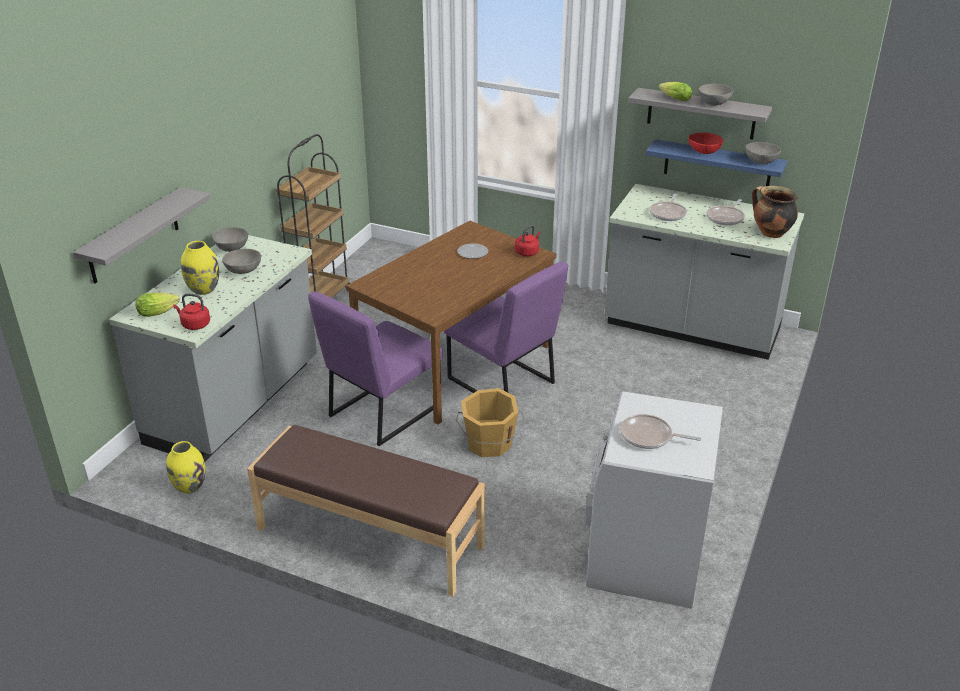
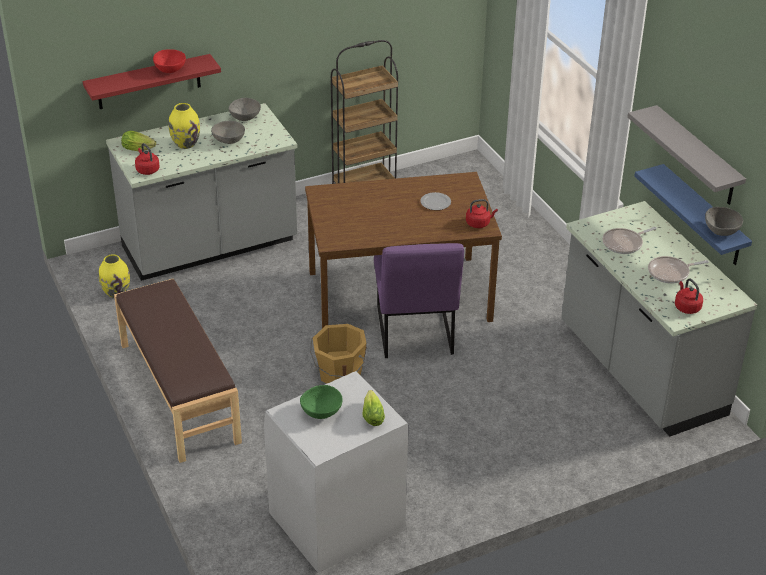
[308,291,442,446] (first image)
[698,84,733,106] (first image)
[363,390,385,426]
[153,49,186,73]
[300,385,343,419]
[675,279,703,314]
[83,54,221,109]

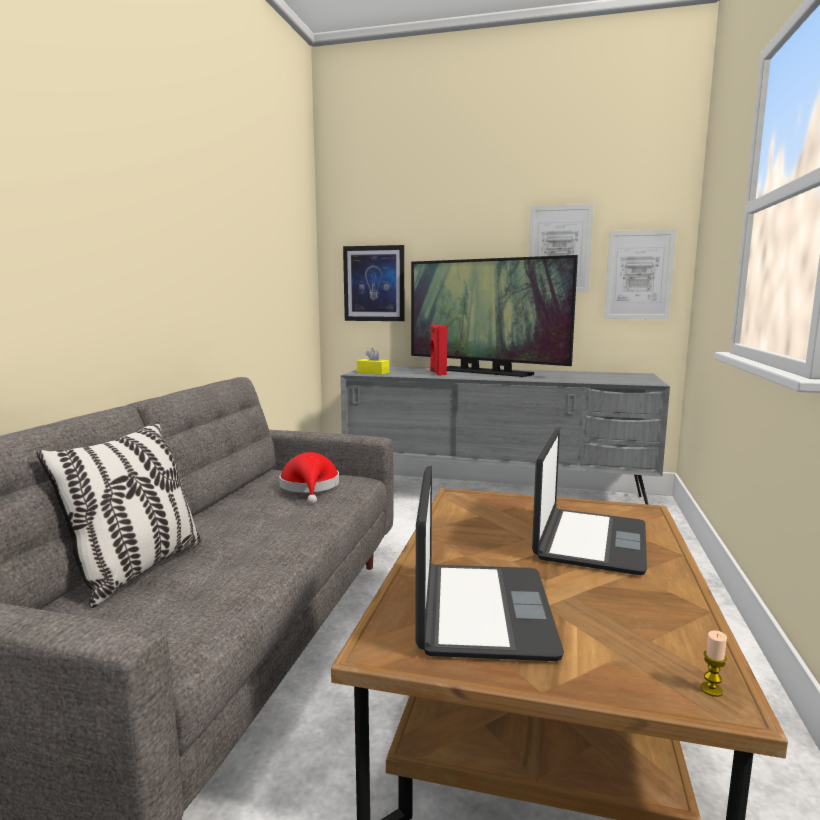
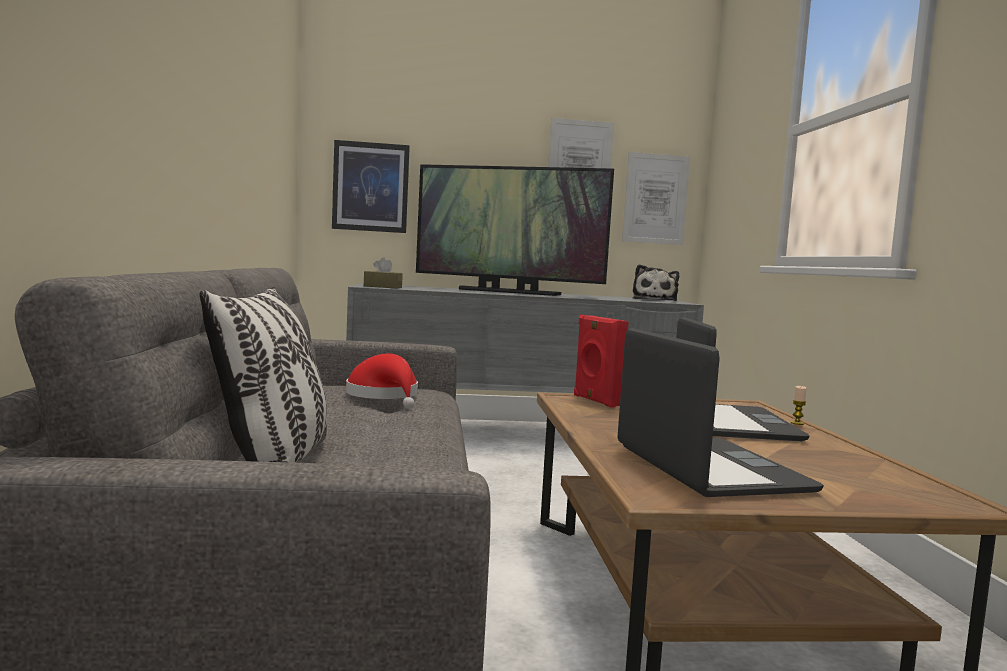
[632,264,679,301]
[574,315,629,407]
[790,386,807,425]
[364,257,403,288]

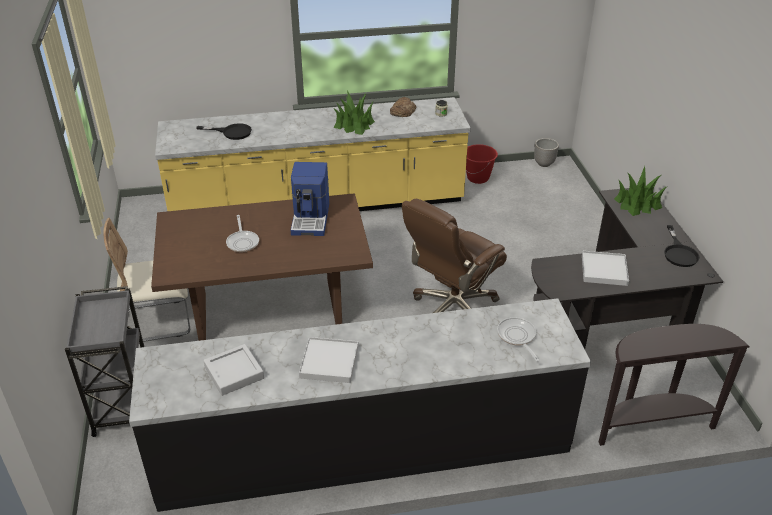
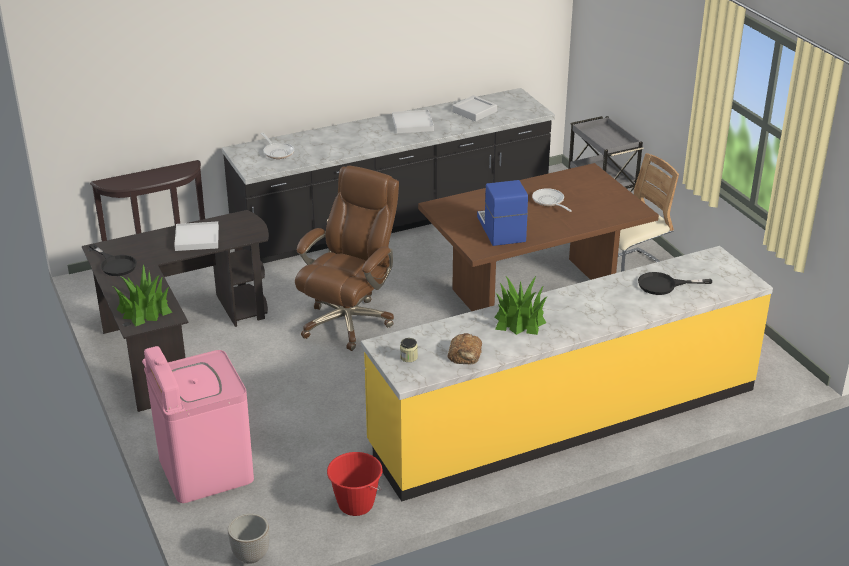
[142,346,254,503]
[89,244,137,276]

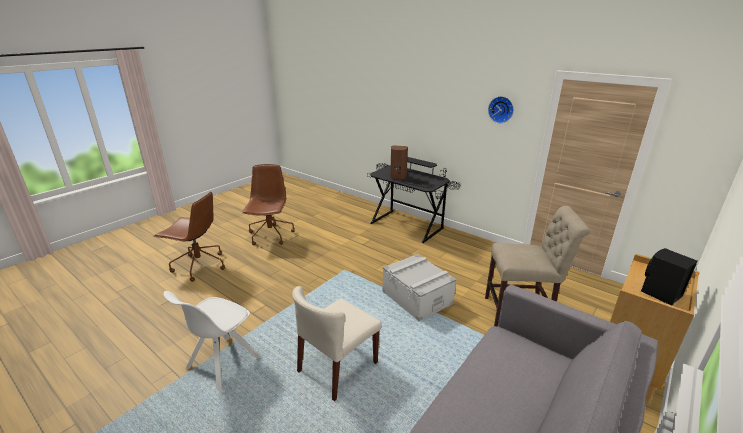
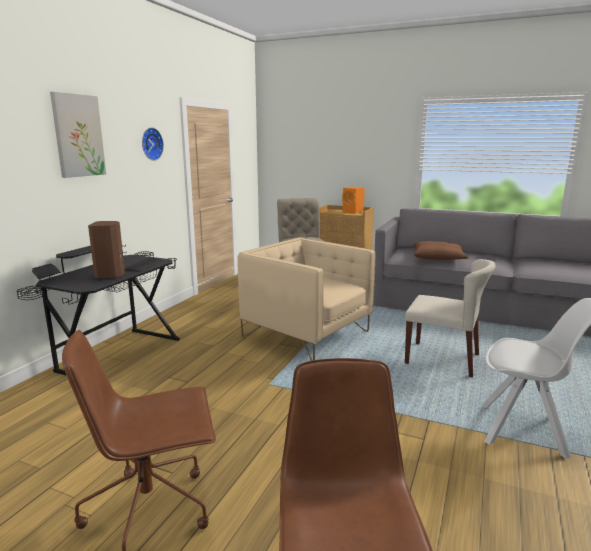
[50,92,106,178]
[414,241,468,260]
[237,238,376,361]
[342,187,365,214]

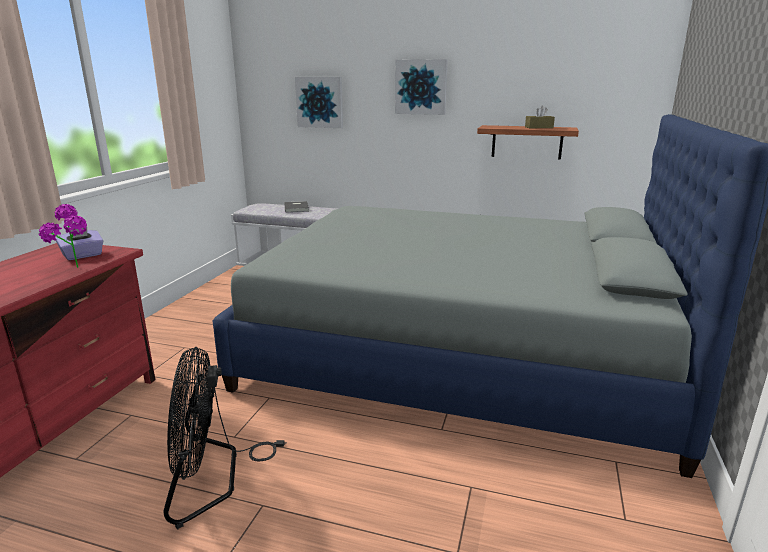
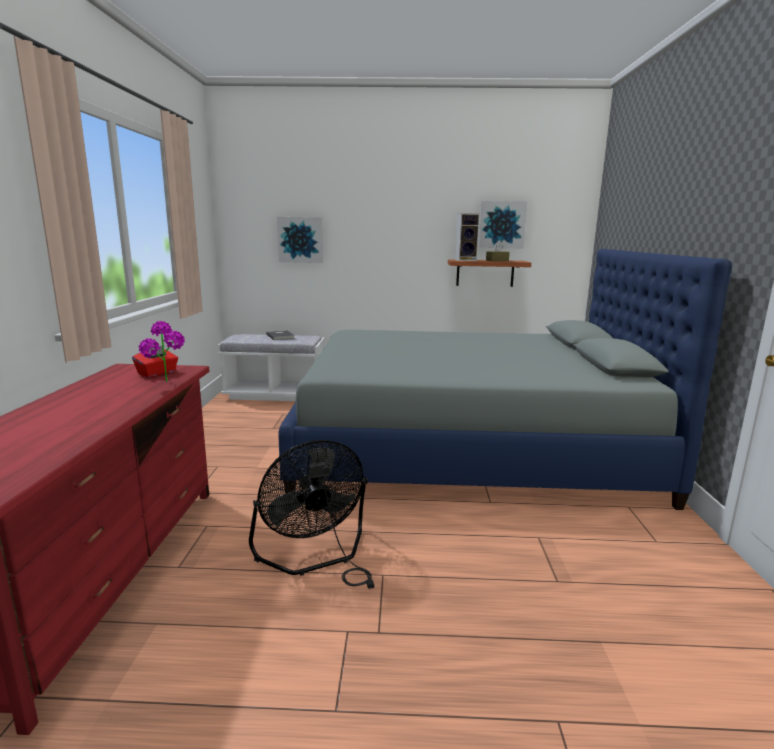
[455,213,480,261]
[478,201,527,248]
[132,346,178,377]
[249,440,374,589]

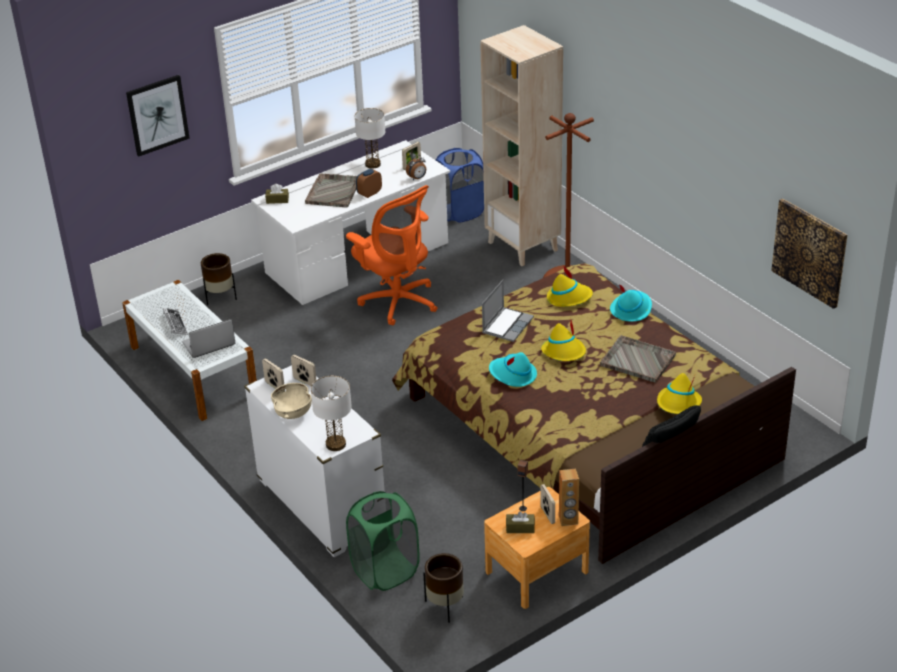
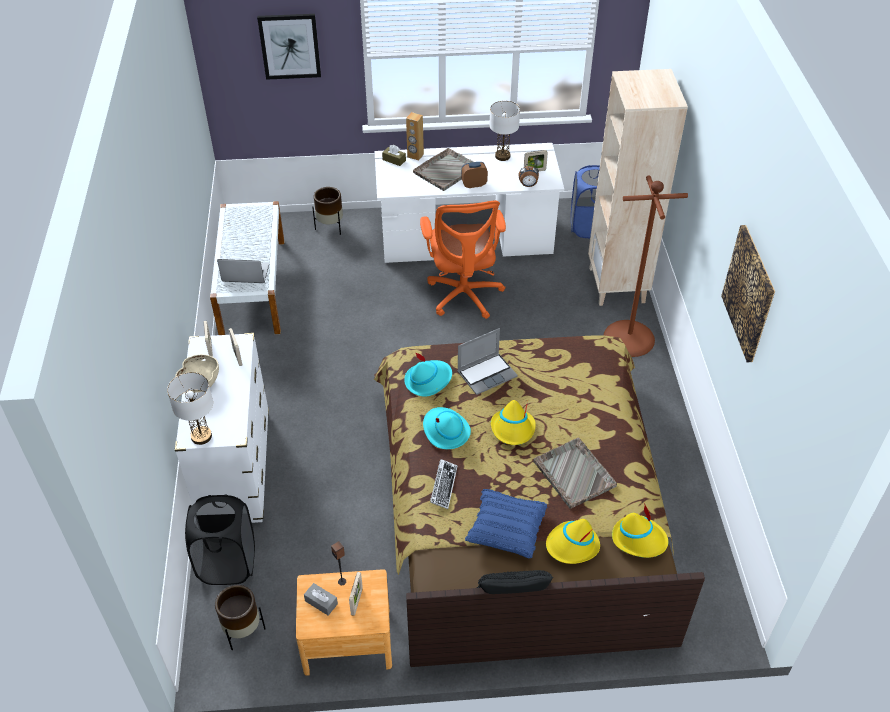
[465,489,547,558]
[430,459,458,509]
[612,503,668,558]
[406,112,424,161]
[404,352,452,397]
[721,225,775,362]
[185,494,255,585]
[304,583,338,616]

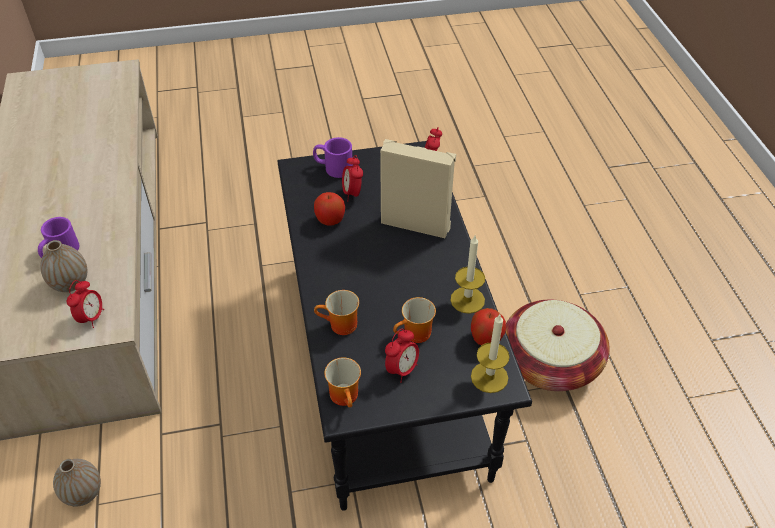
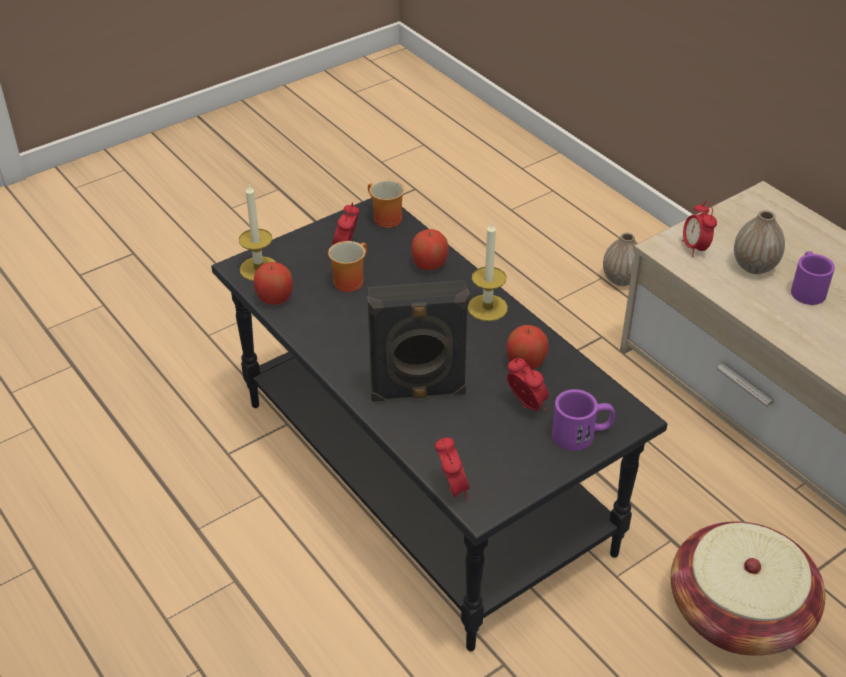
[468,220,508,321]
[671,521,825,656]
[411,229,449,270]
[367,280,469,402]

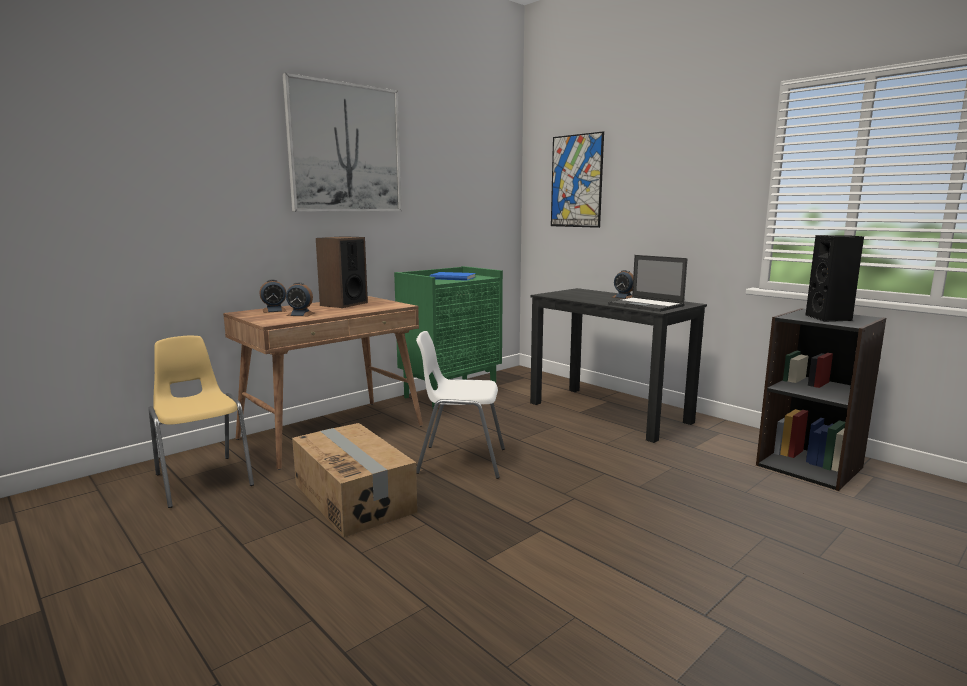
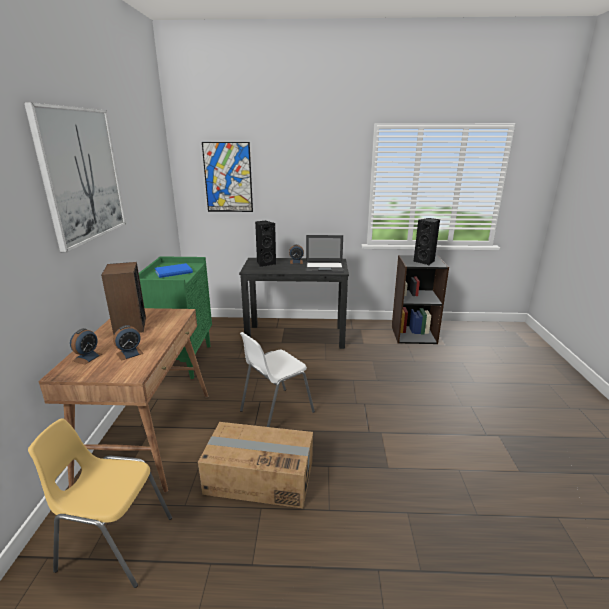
[255,221,276,267]

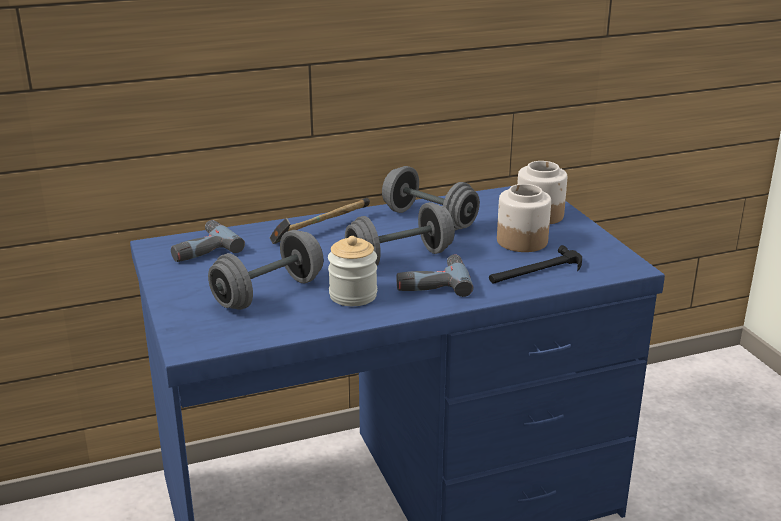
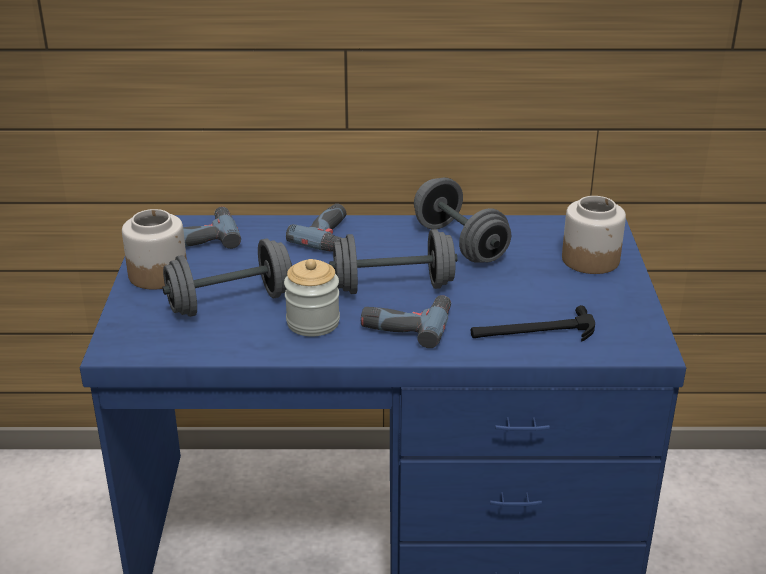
[122,209,187,290]
[286,204,346,252]

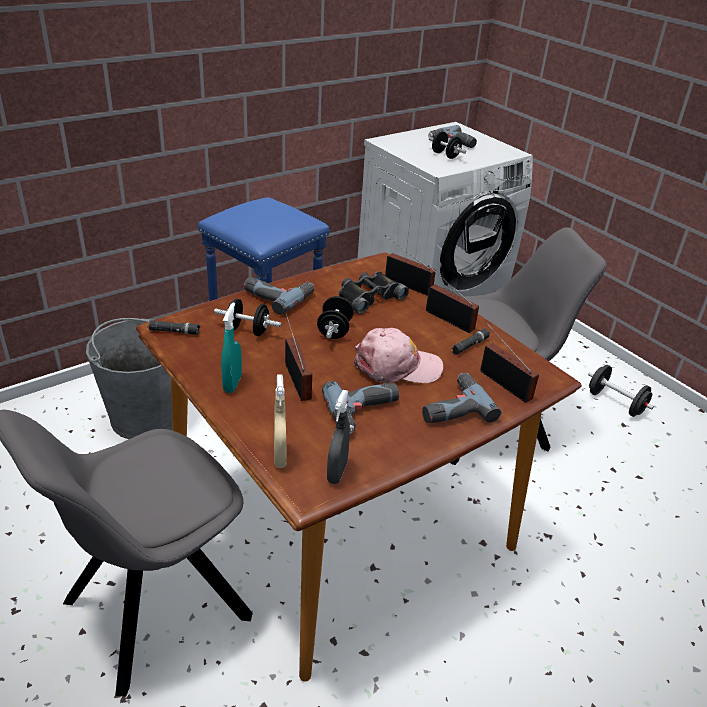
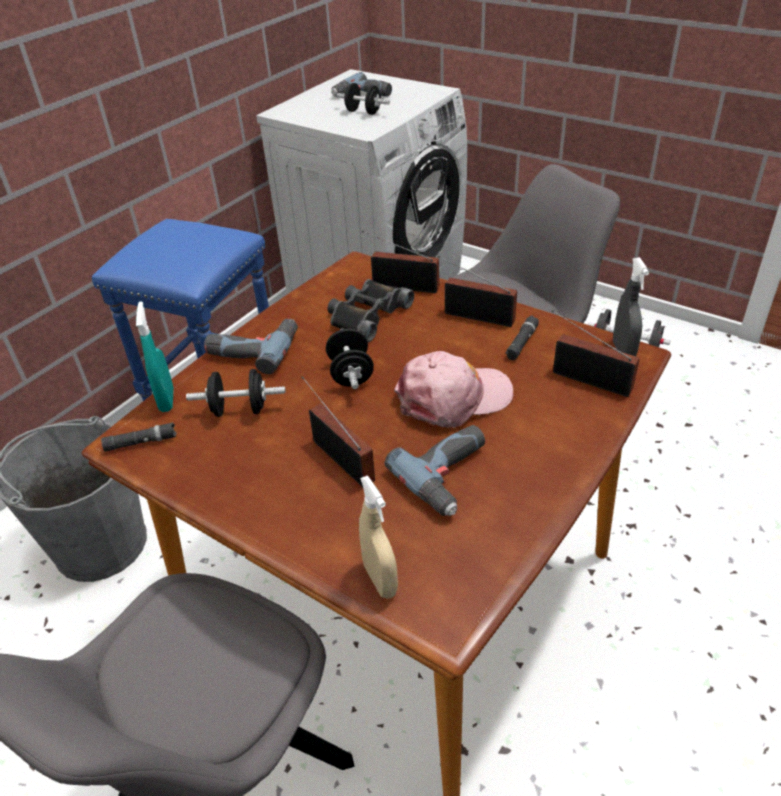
[422,373,501,423] (first image)
[136,302,174,412]
[613,257,649,356]

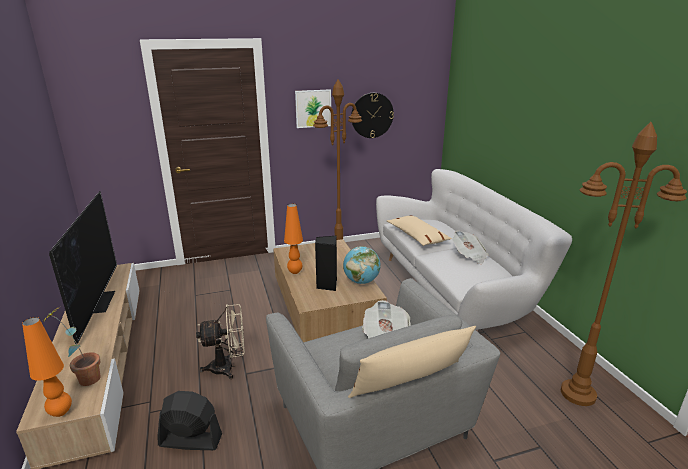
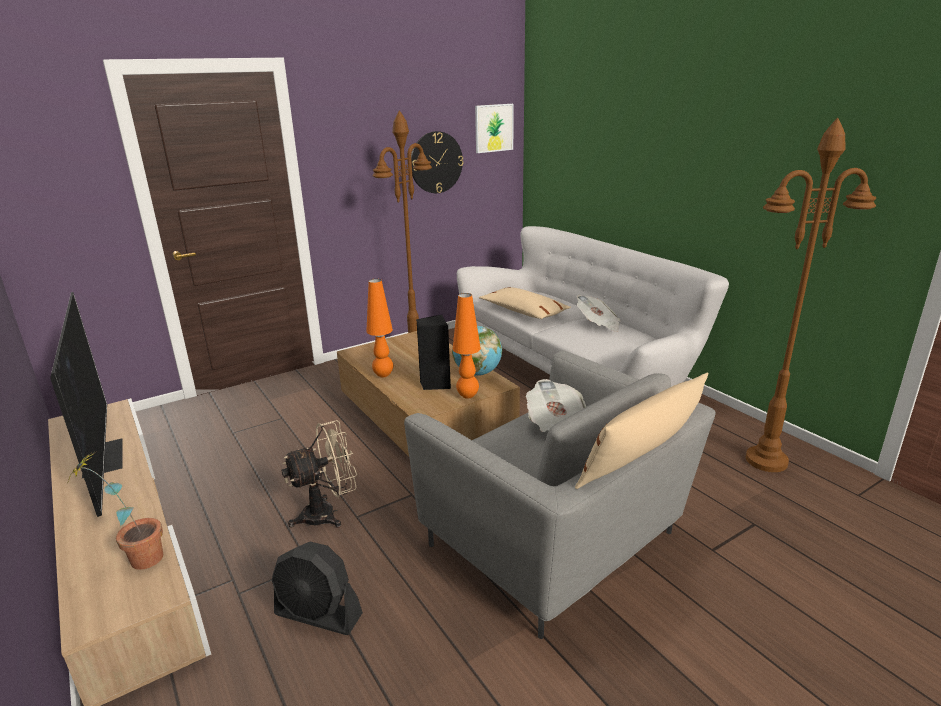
[453,293,481,399]
[475,104,514,153]
[272,542,363,635]

